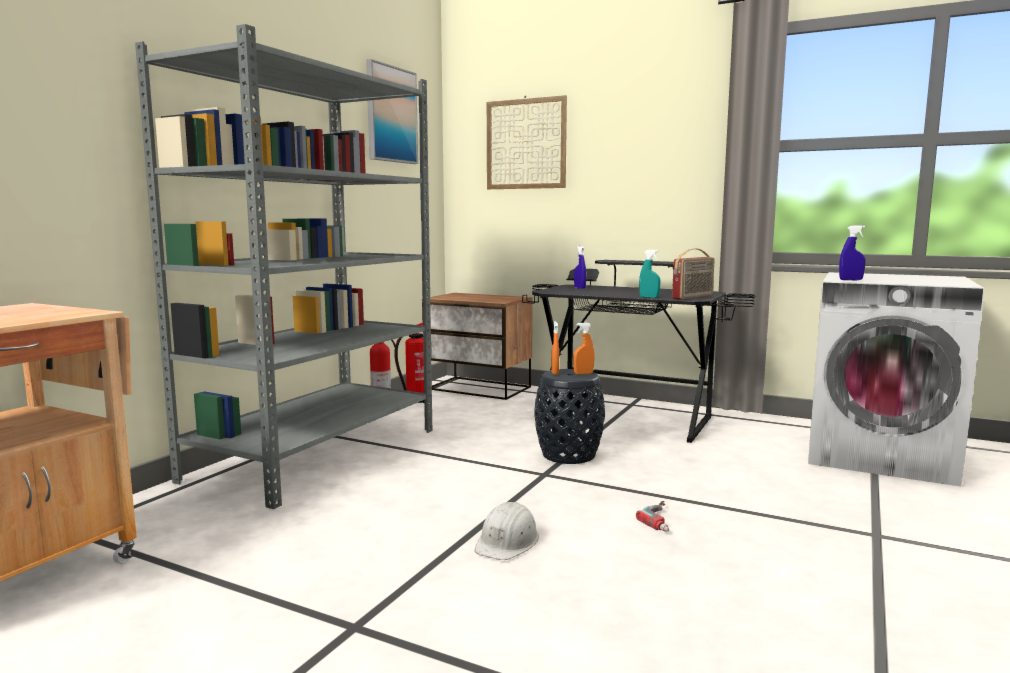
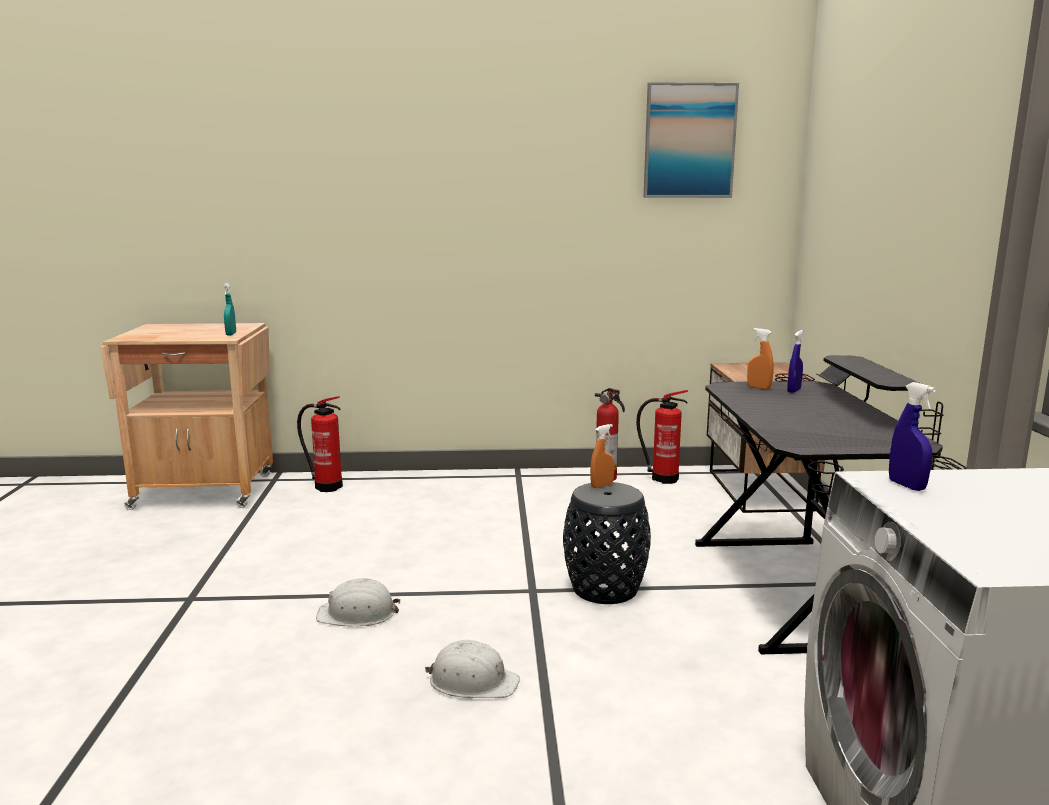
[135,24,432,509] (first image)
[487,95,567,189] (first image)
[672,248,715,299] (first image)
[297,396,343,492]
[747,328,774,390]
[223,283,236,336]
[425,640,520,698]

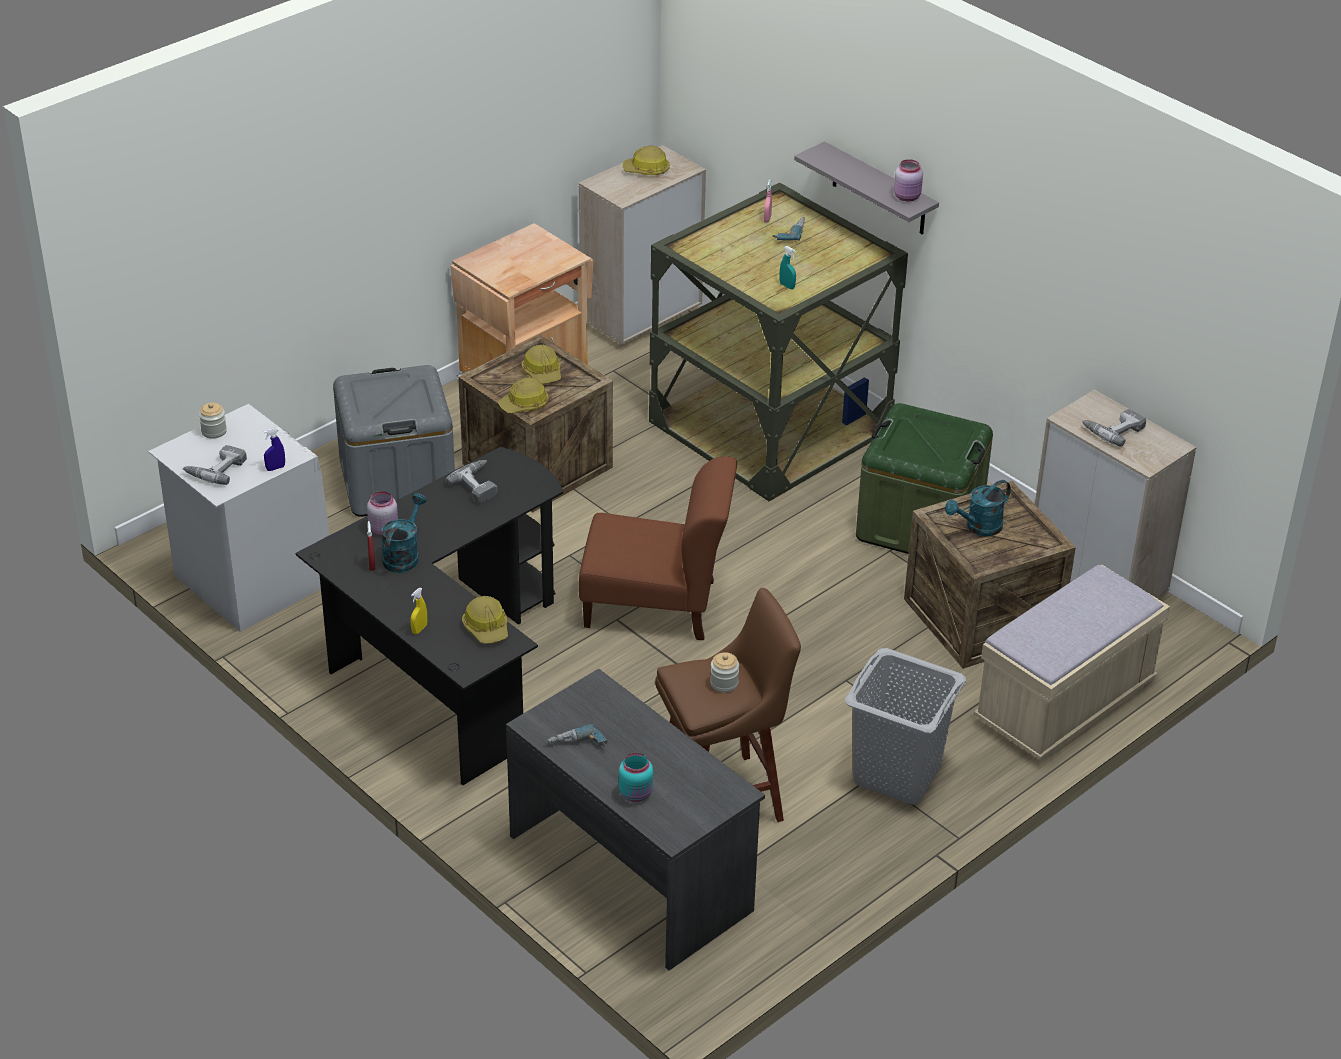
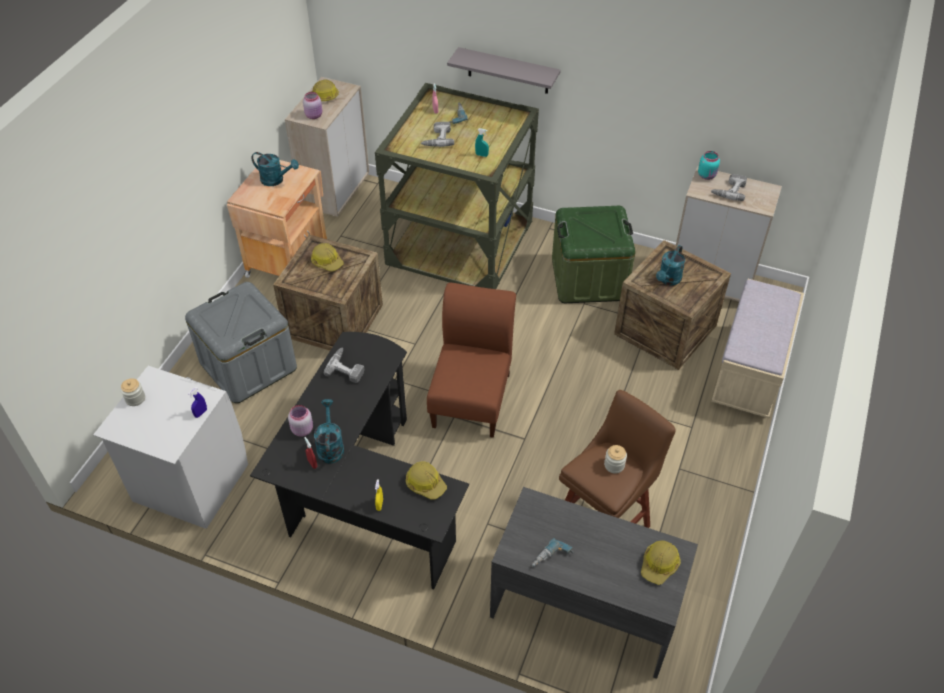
[845,648,966,805] (first image)
[251,152,299,186]
[421,122,454,147]
[641,541,681,585]
[698,151,720,180]
[303,92,322,119]
[427,283,516,438]

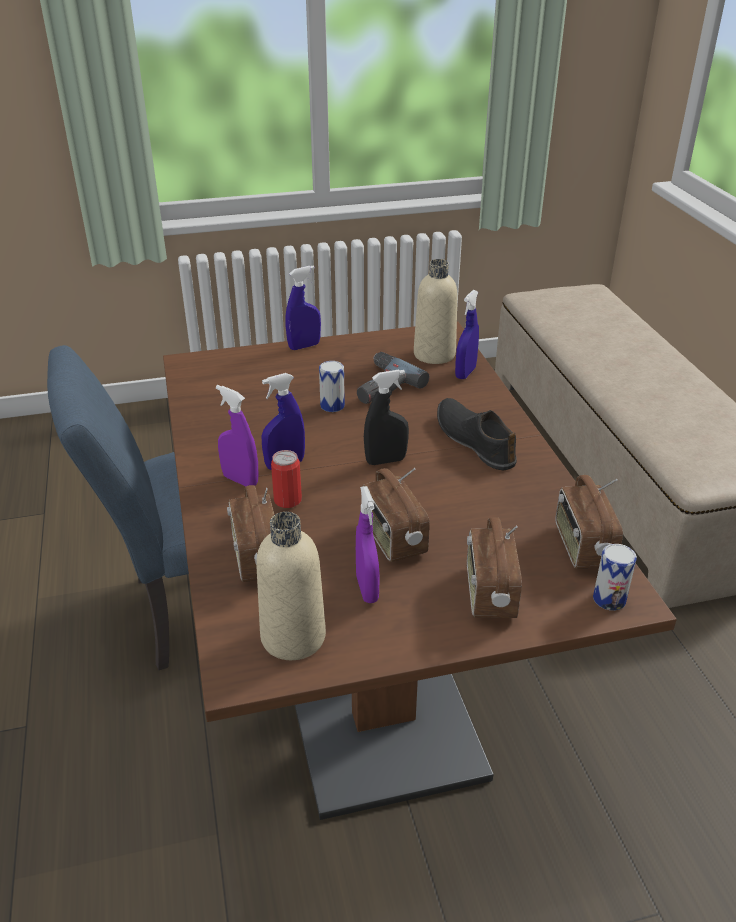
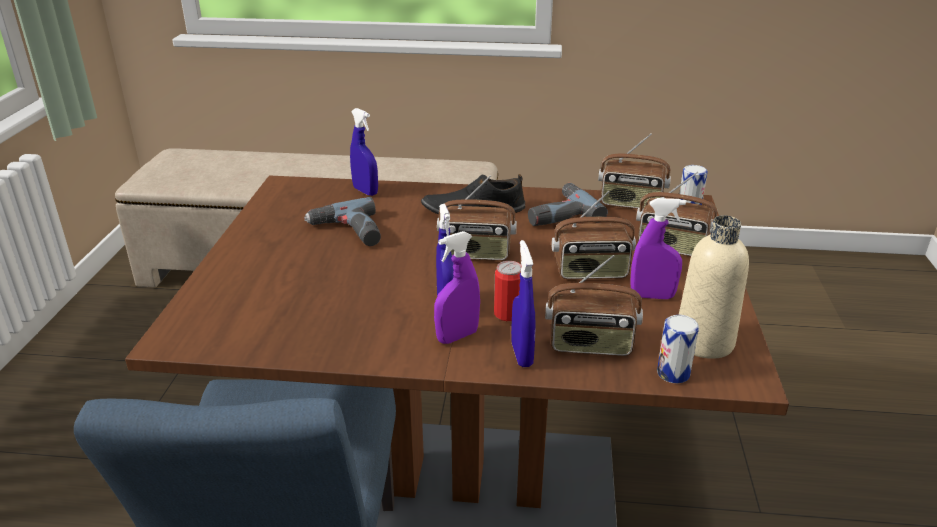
[414,259,458,364] (first image)
[528,183,608,226]
[511,240,535,367]
[657,315,699,383]
[437,175,517,261]

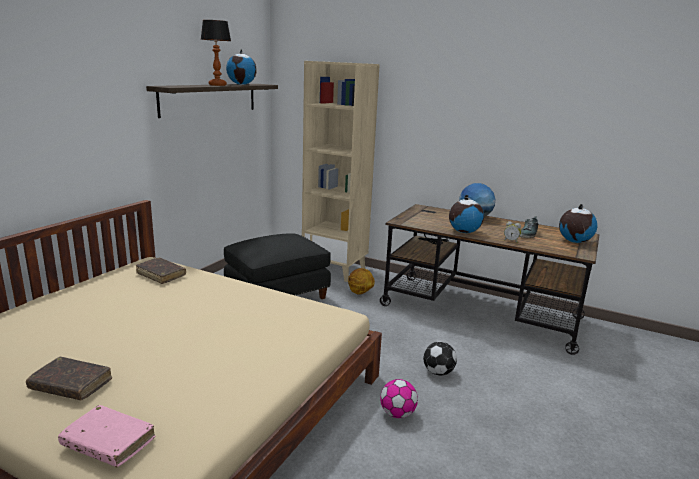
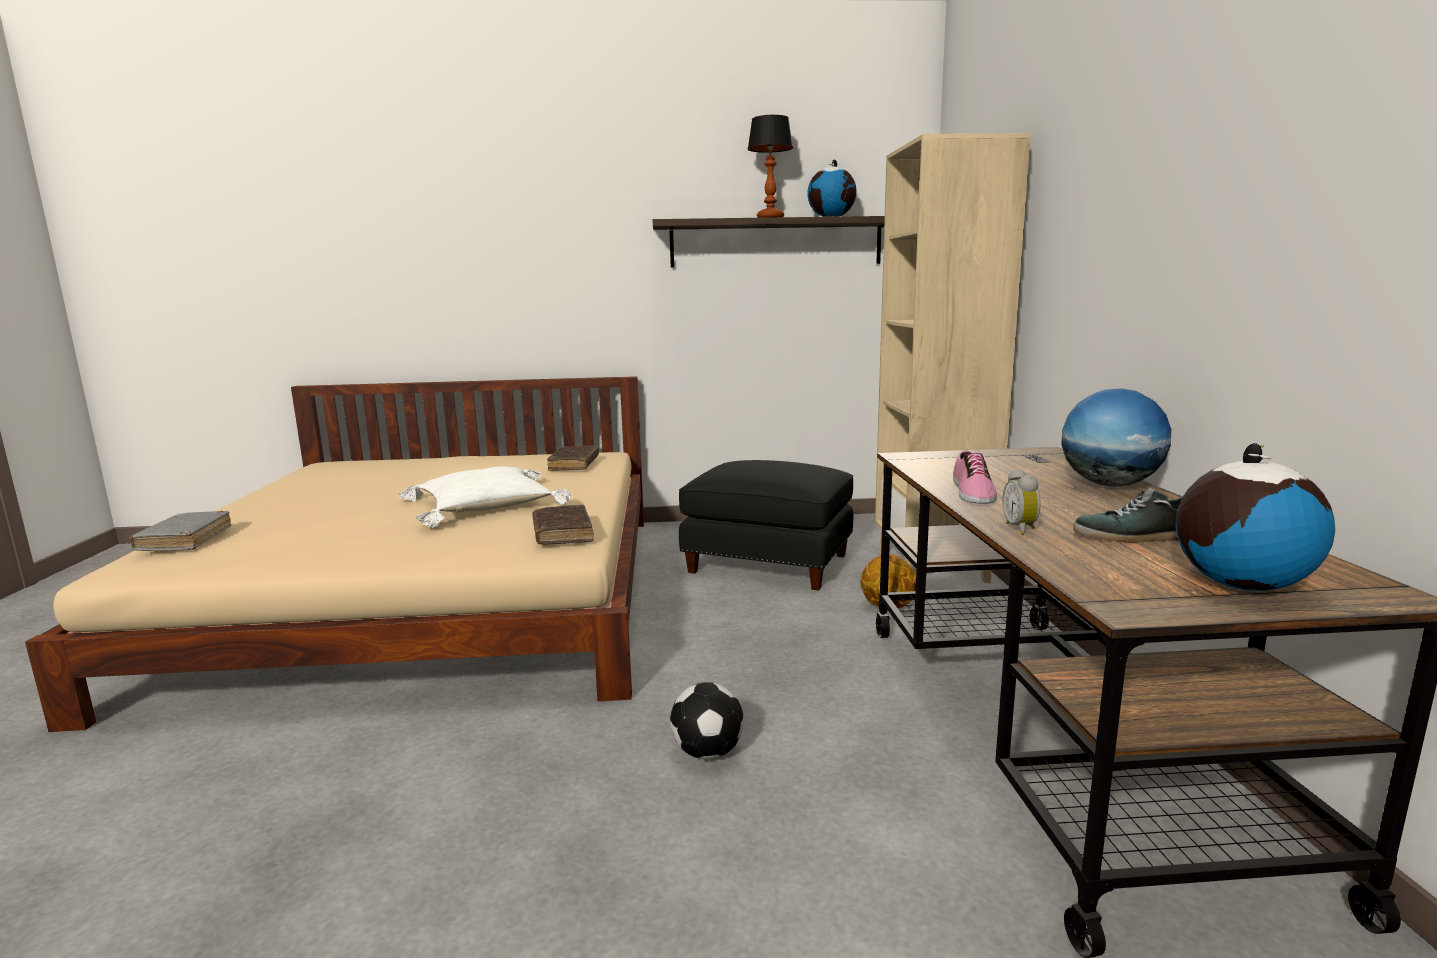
[380,379,418,418] (first image)
[398,466,572,527]
[532,505,594,544]
[953,451,997,504]
[129,511,231,551]

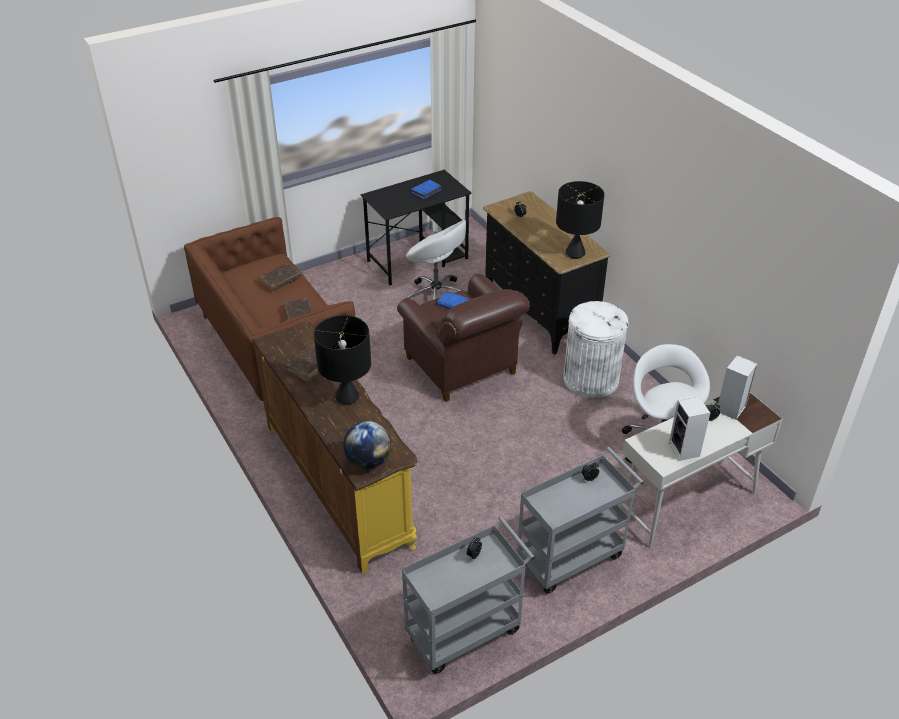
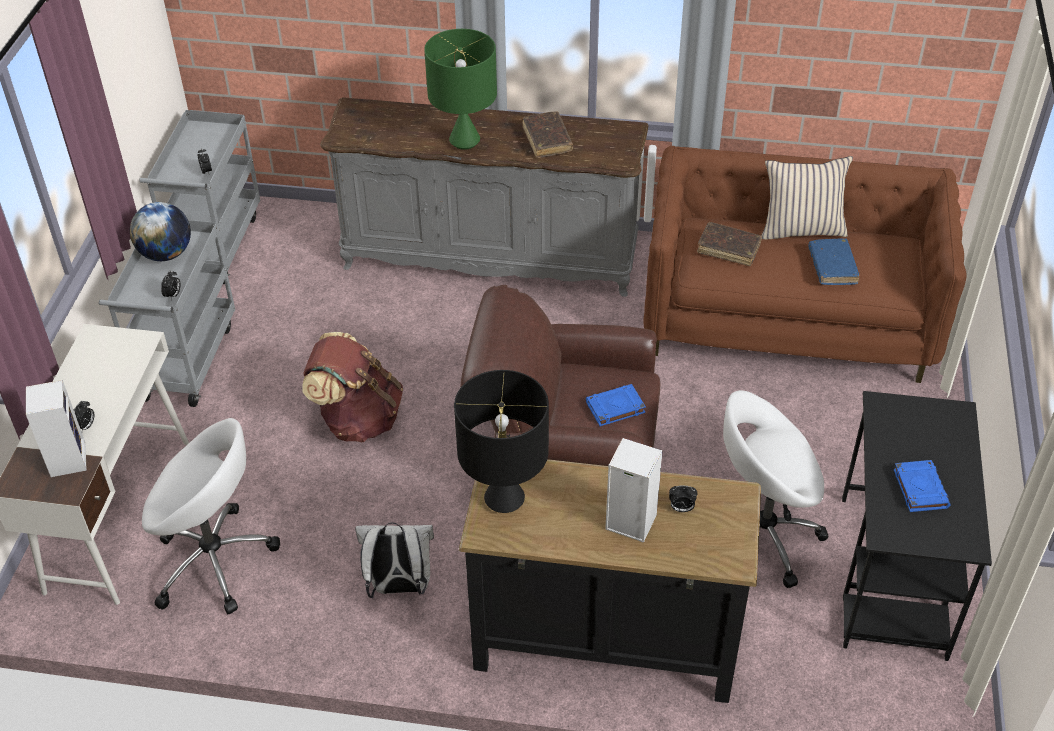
[302,332,403,442]
[761,156,853,239]
[130,202,191,261]
[605,438,663,543]
[355,522,434,598]
[320,97,649,297]
[808,238,859,285]
[424,29,497,150]

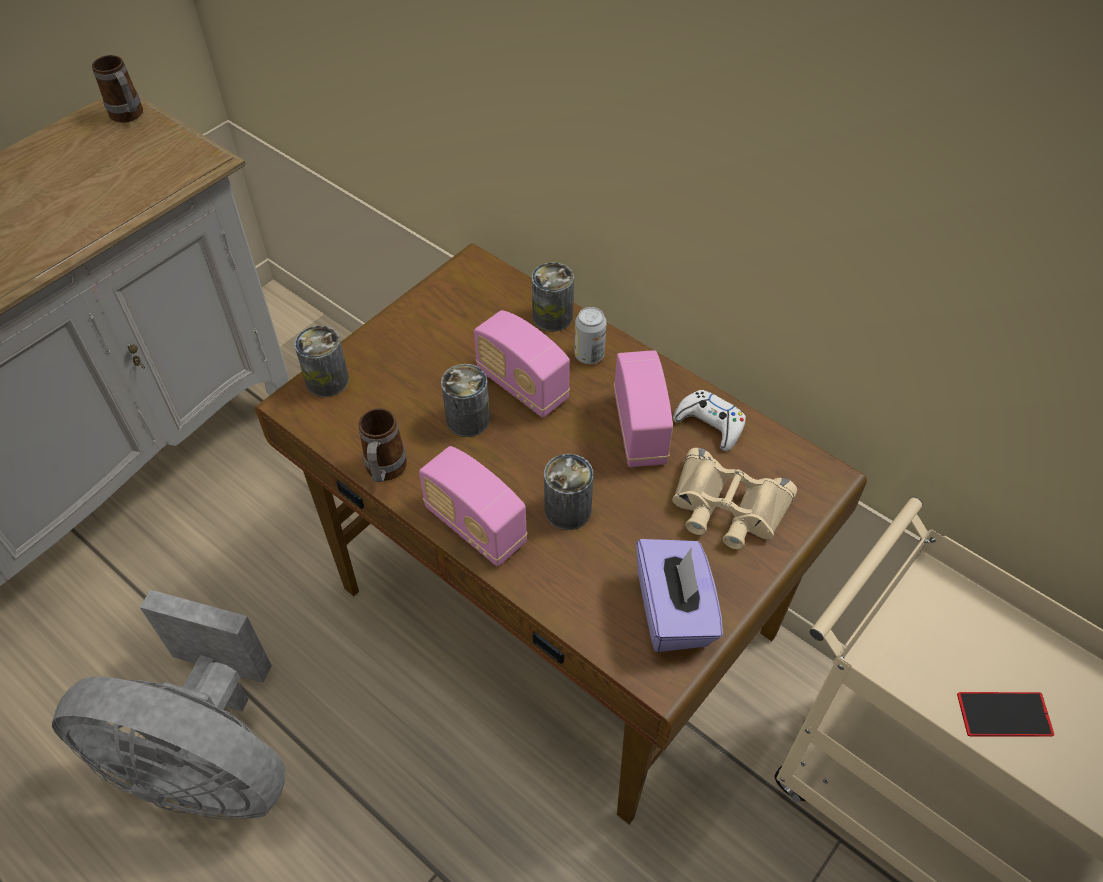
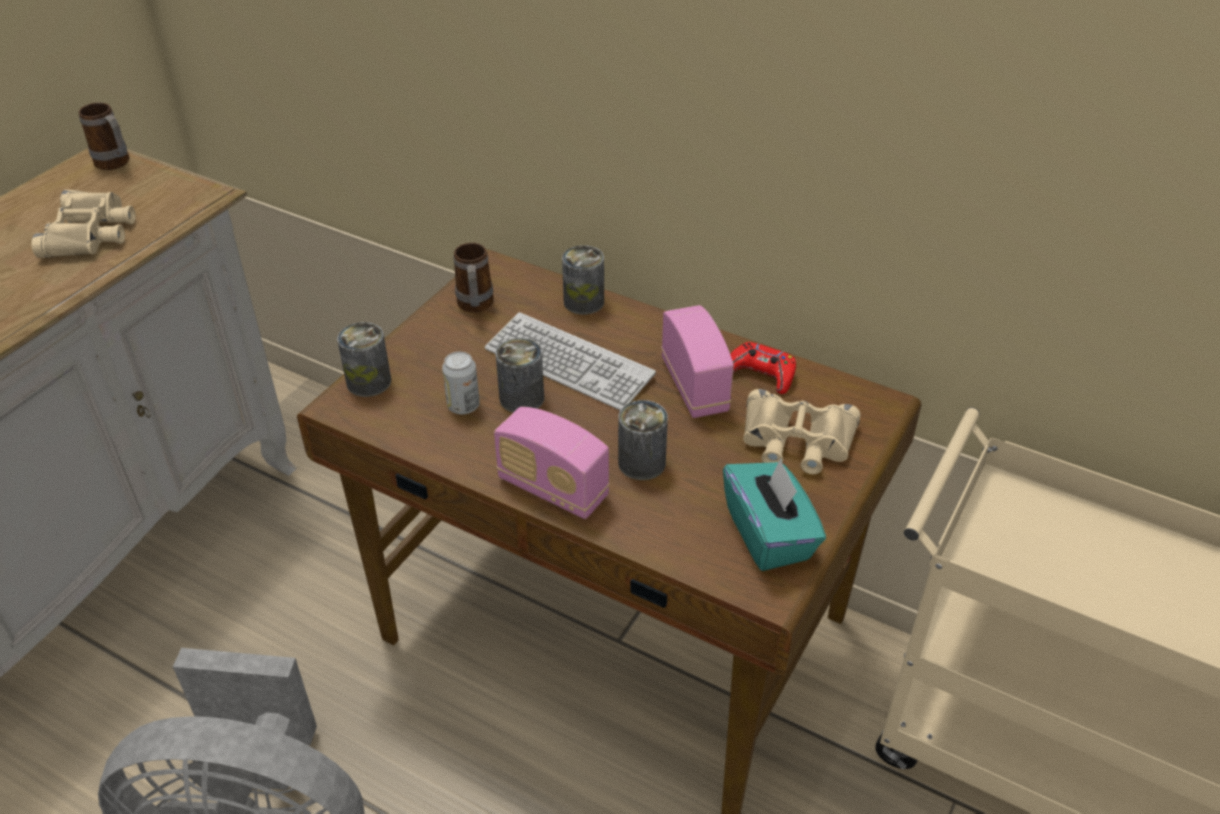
[957,692,1055,737] (first image)
[31,190,136,258]
[453,243,494,313]
[442,351,480,414]
[485,312,656,410]
[723,459,826,571]
[730,342,796,394]

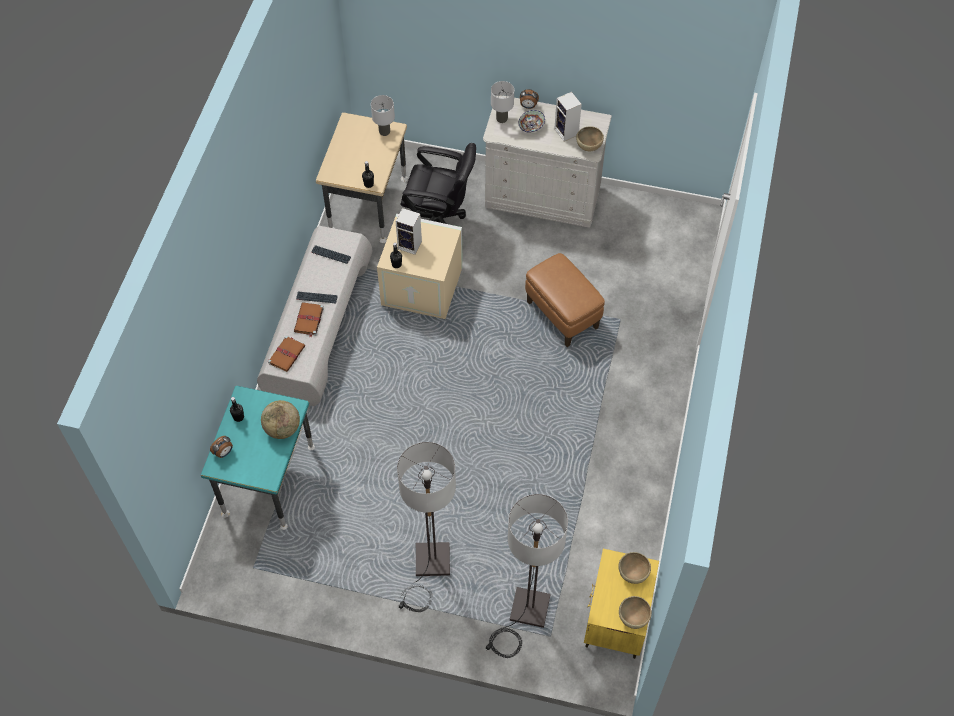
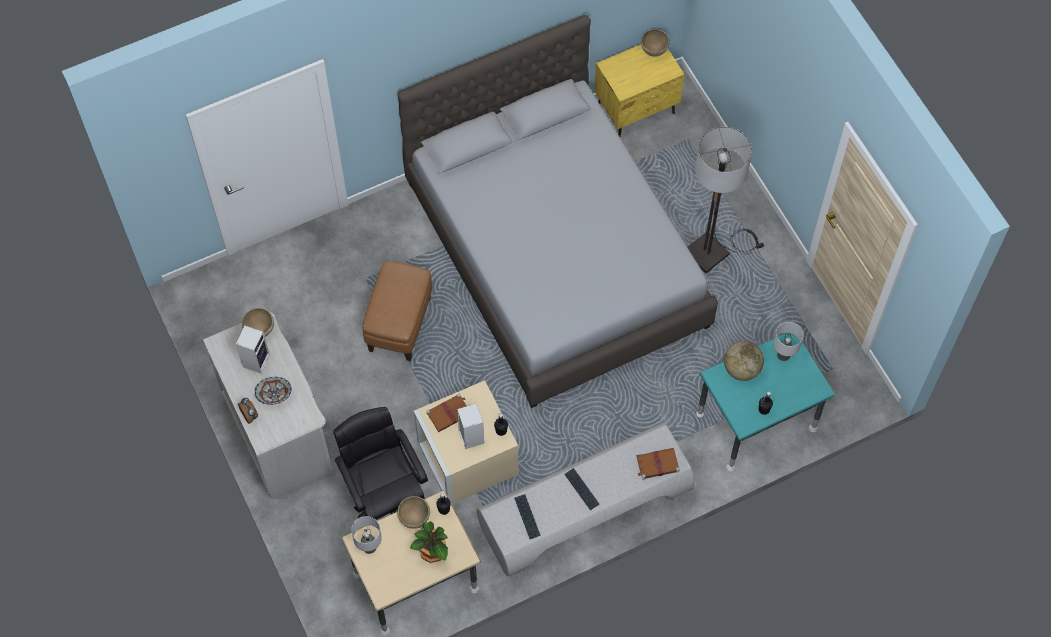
[210,436,233,458] (first image)
[486,494,568,658] (first image)
[398,15,718,408]
[410,521,448,563]
[426,394,466,432]
[773,322,803,361]
[397,496,430,529]

